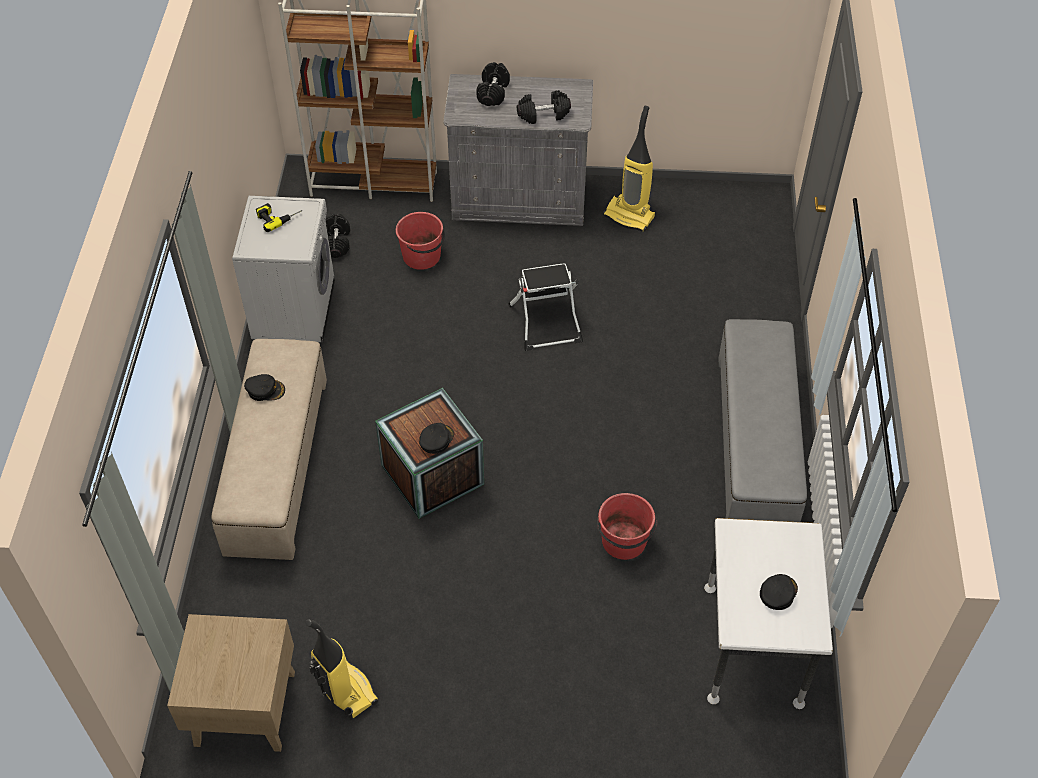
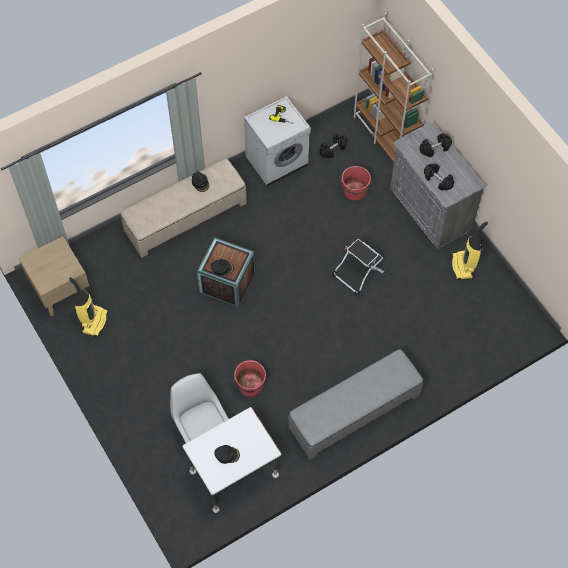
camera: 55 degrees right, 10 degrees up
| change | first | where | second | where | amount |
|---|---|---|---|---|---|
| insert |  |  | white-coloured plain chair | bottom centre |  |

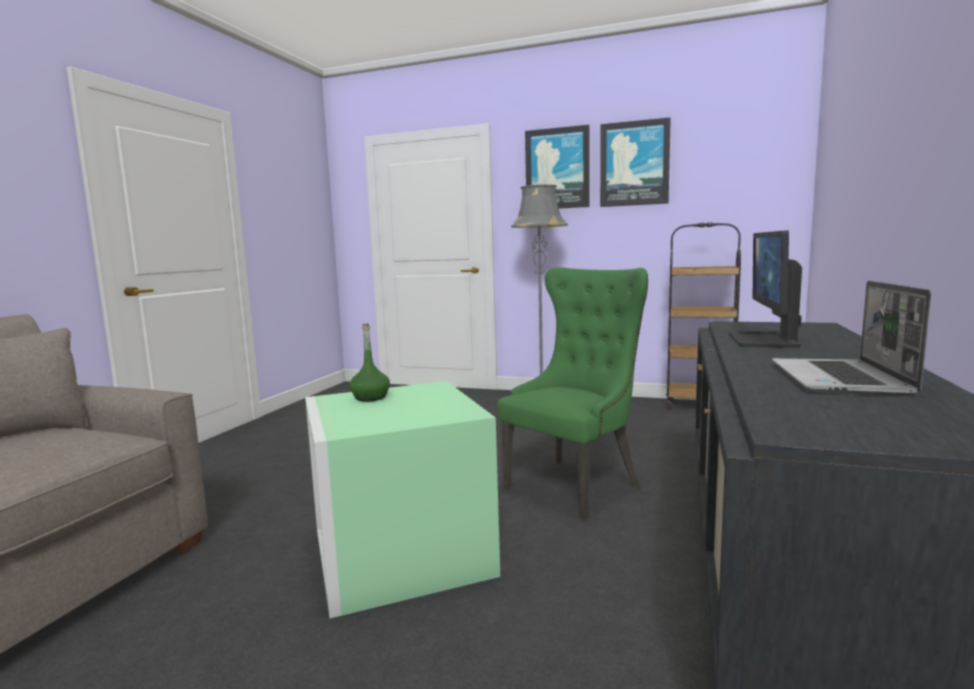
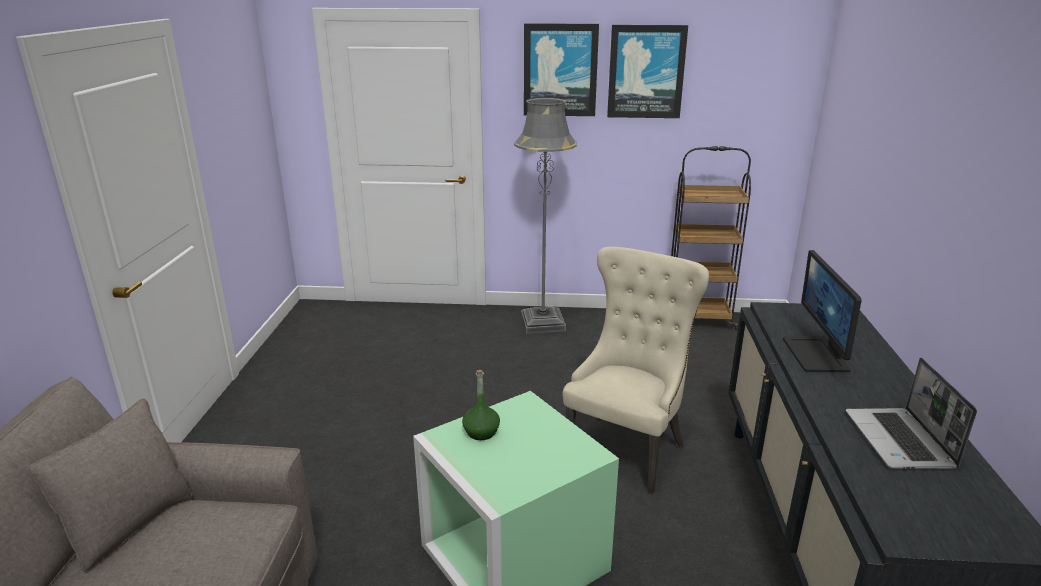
camera: 15 degrees left, 15 degrees up
| change | first | where | second | where | amount |
|---|---|---|---|---|---|
| recolor | green plain chair | centre | beige plain chair | centre |  |

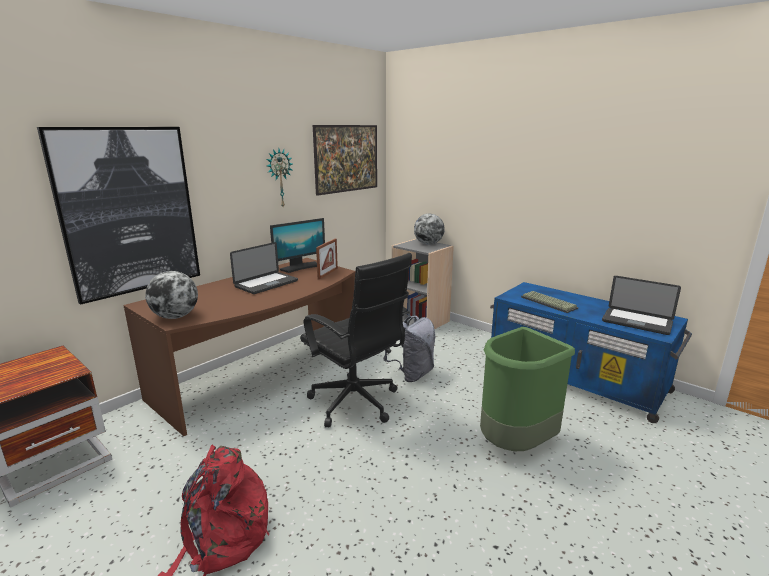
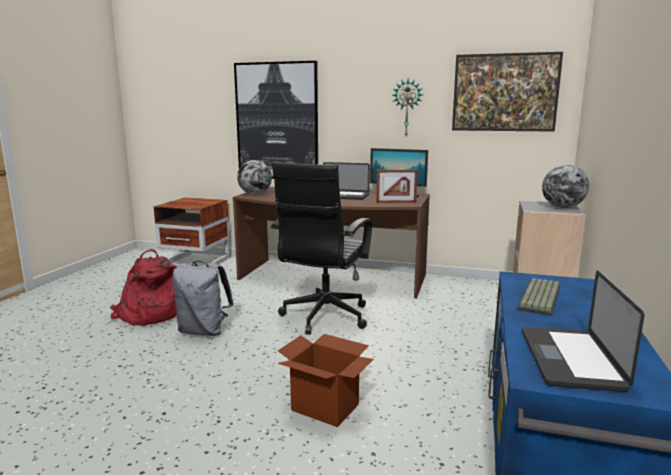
camera: 65 degrees right, 5 degrees down
| change | first | where | second | where | amount |
|---|---|---|---|---|---|
| move | grey rucksack | centre |  | middle left |  |
| replace | green rubbish bin | bottom right | packing box | bottom centre |  |

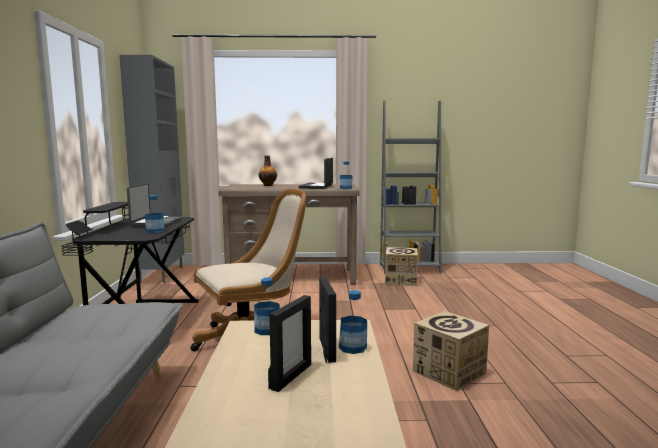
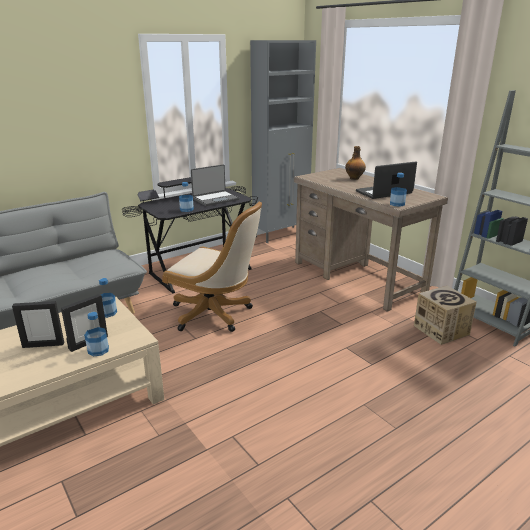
camera: 55 degrees right, 15 degrees up
| change | first | where | second | where | amount |
|---|---|---|---|---|---|
| delete | packing box (2nd from left) | bottom right |  |  |  |

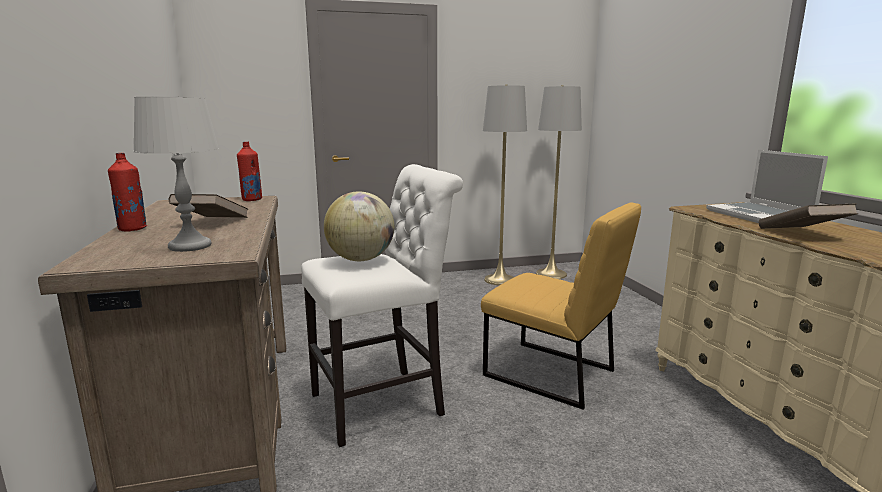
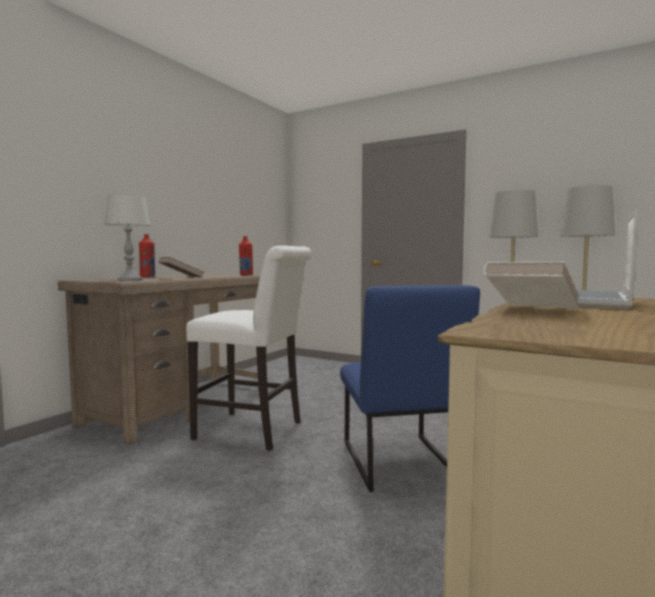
camera: 45 degrees right, 10 degrees down
| change | first | where | second | where | amount |
|---|---|---|---|---|---|
| delete | world globe | centre |  |  |  |
| recolor | yellow-coloured plain chair | centre | blue-coloured plain chair | centre |  |
| recolor | brownish volume (2nd from left) | middle right | white-coloured volume | middle right |  |

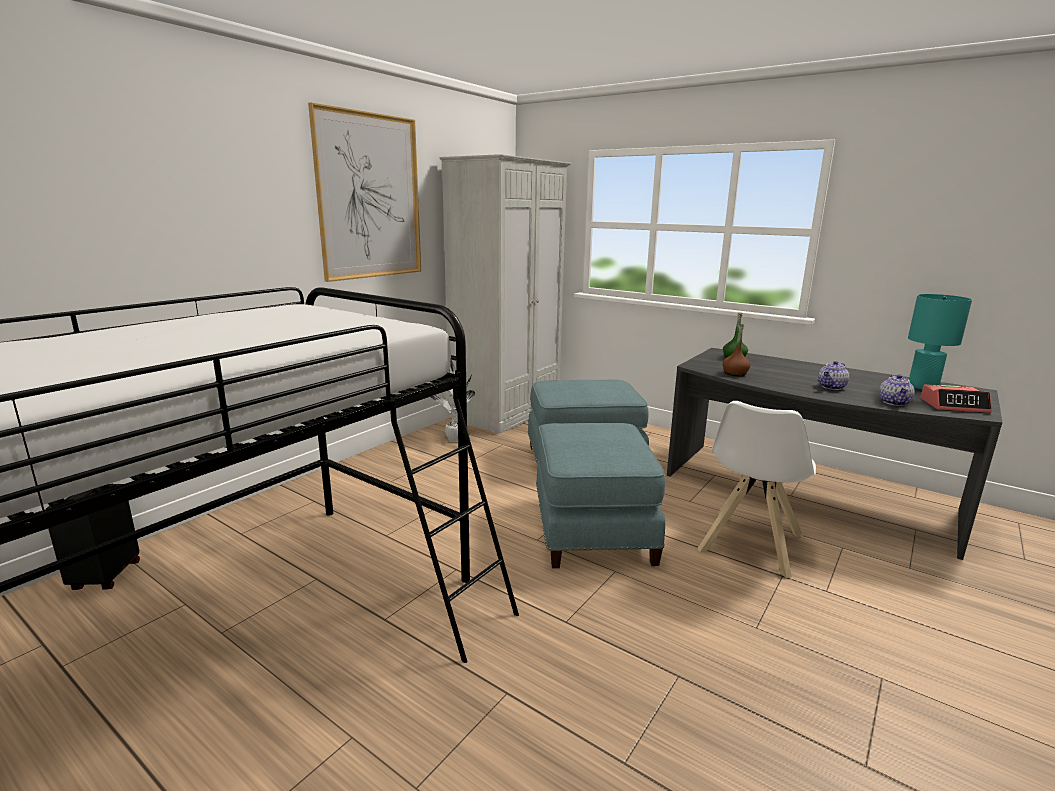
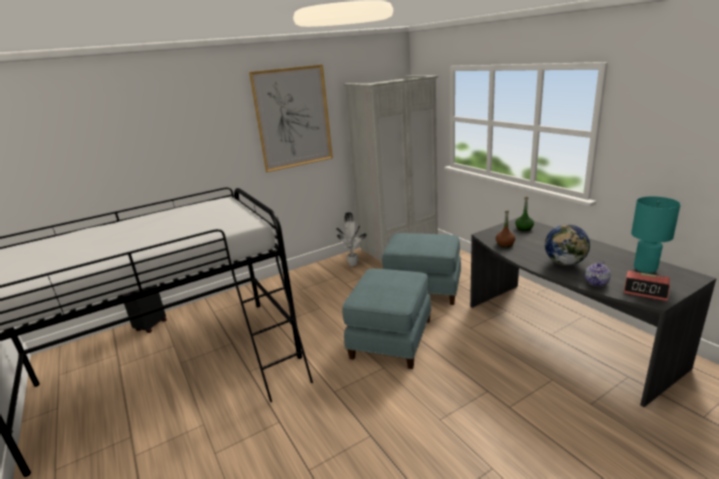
camera: 25 degrees right, 5 degrees up
| change | first | where | second | where | amount |
|---|---|---|---|---|---|
| replace | tea pot (1st from left) | middle right | world globe | middle right |  |
| delete | white-coloured plain chair | middle right |  |  |  |

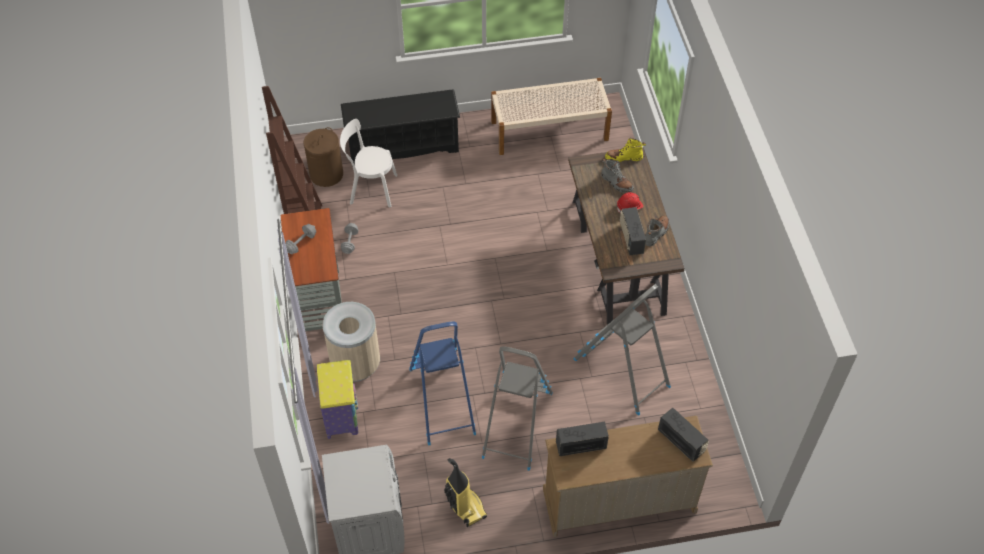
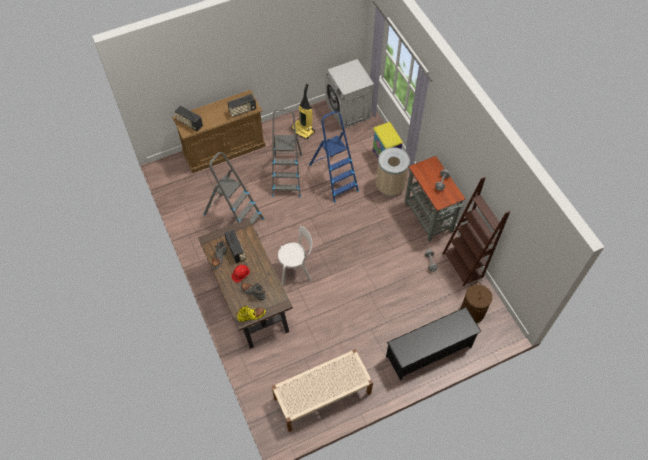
camera: 165 degrees right, 5 degrees up
| change | first | where | second | where | amount |
|---|---|---|---|---|---|
| move | white-coloured plain chair | top centre |  | centre |  |

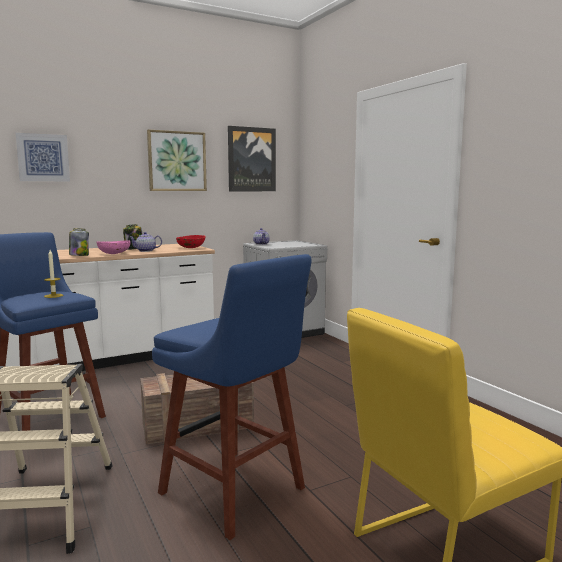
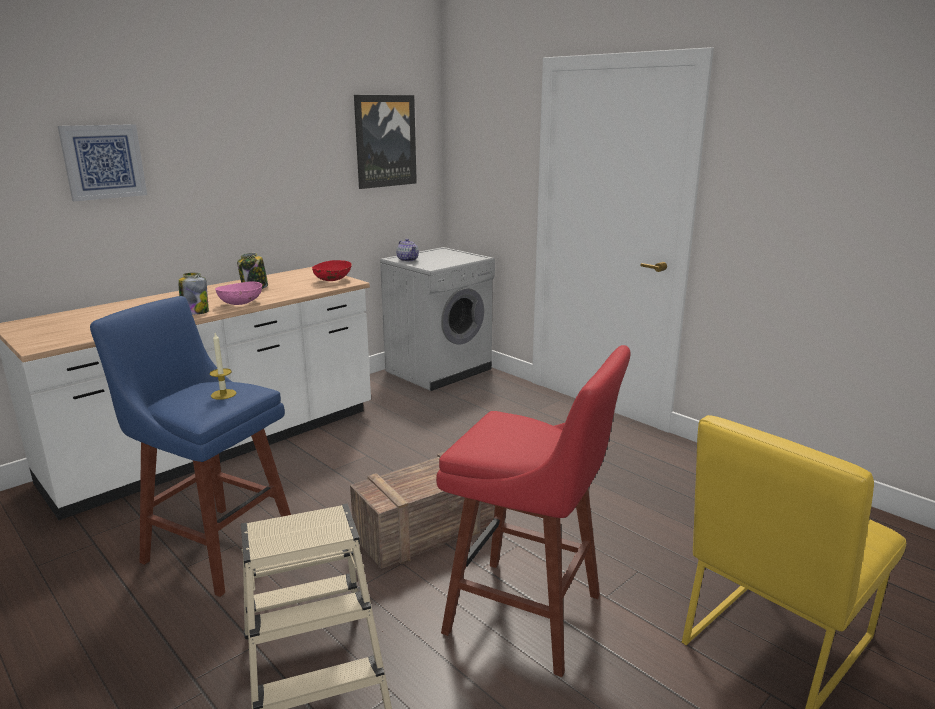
camera: 15 degrees left, 10 degrees up
| change | first | where | second | where | amount |
|---|---|---|---|---|---|
| delete | wall art (2nd from left) | top left |  |  |  |
| delete | tea pot (1st from left) | middle left |  |  |  |
| recolor | blue-coloured sitting stool (2nd from left) | bottom centre | reddish sitting stool | bottom centre |  |

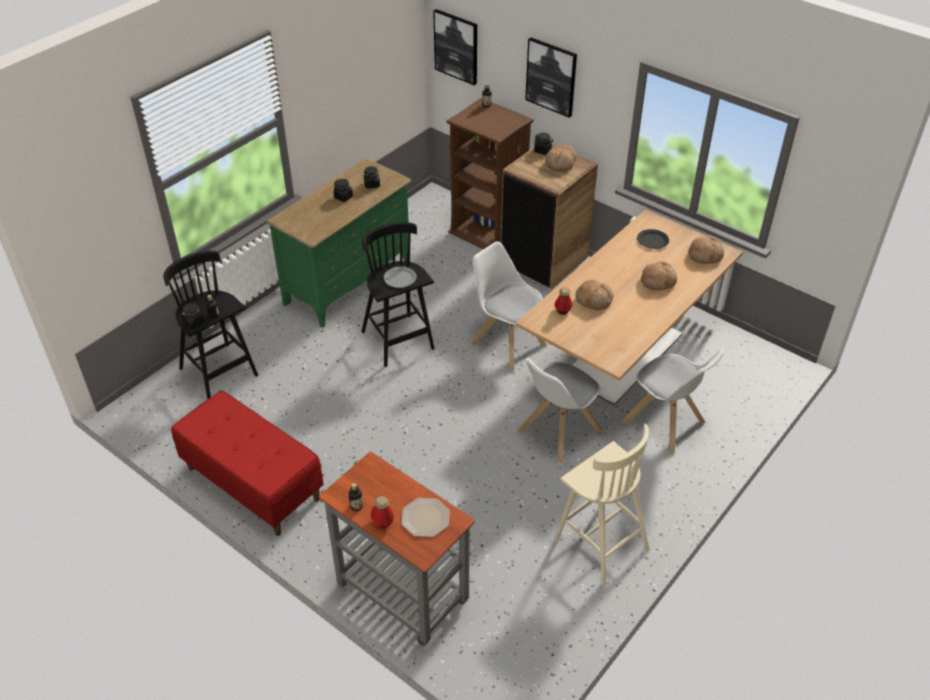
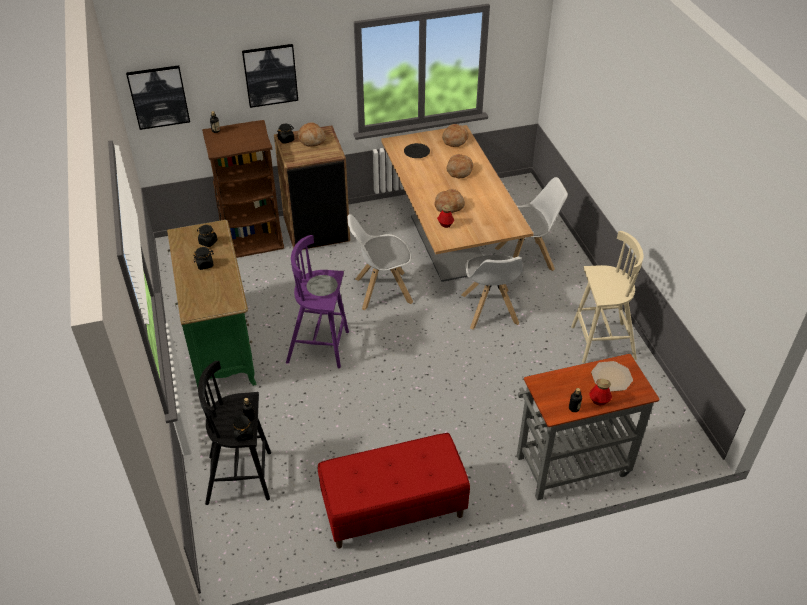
camera: 55 degrees left, 0 degrees up
| change | first | where | second | where | amount |
|---|---|---|---|---|---|
| recolor | blackish sitting stool (2nd from left) | centre | purple sitting stool | centre |  |

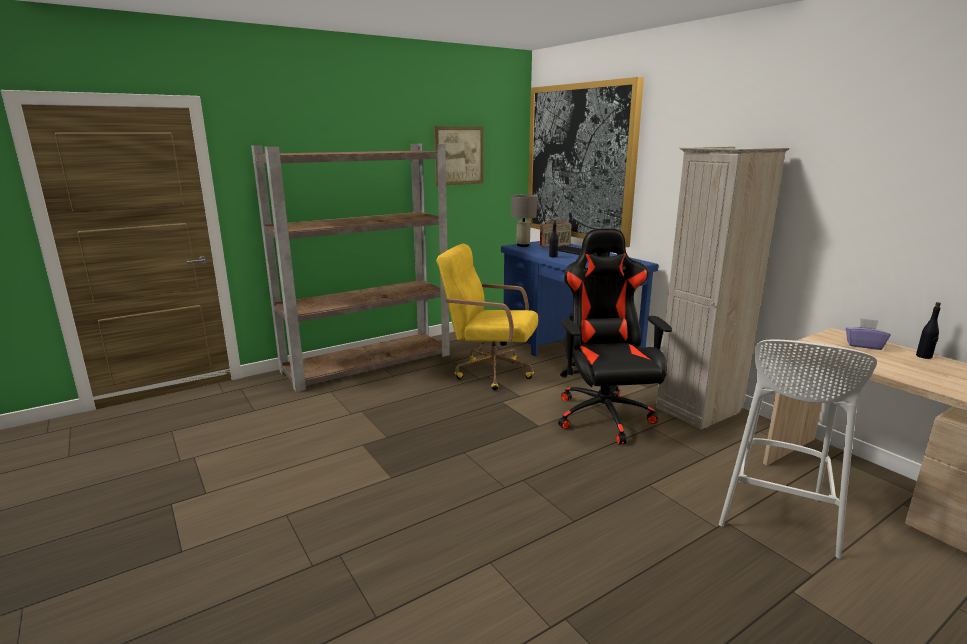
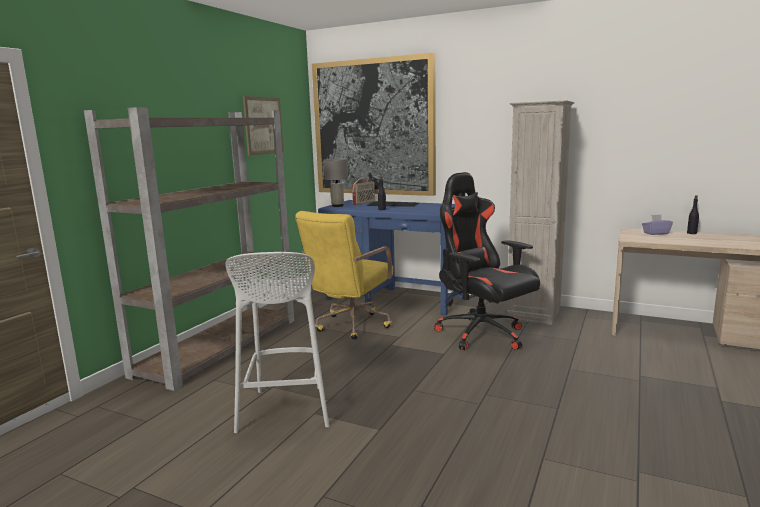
camera: 30 degrees left, 5 degrees down
| change | first | where | second | where | amount |
|---|---|---|---|---|---|
| rotate | yellow-coloured computer chair | centre |  | centre | 45 degrees counterclockwise |
| move | white-coloured sitting stool | bottom right |  | bottom centre |  |

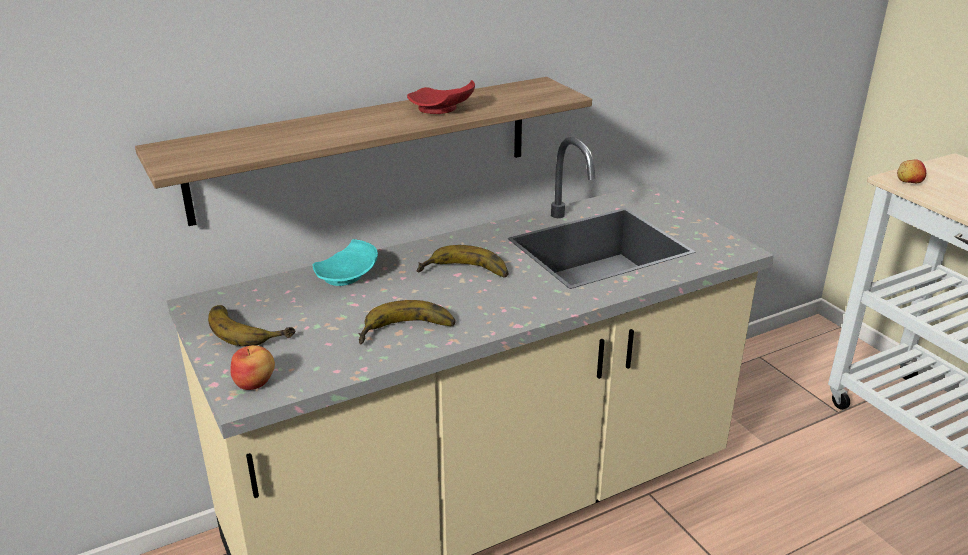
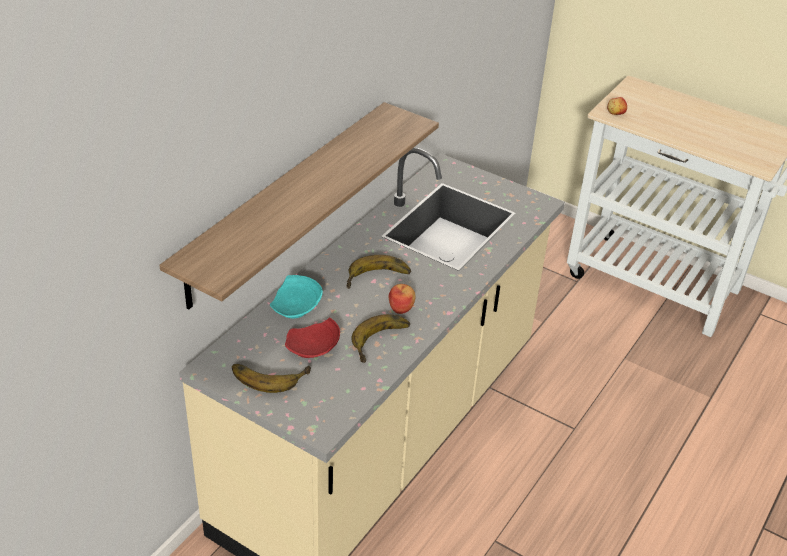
camera: 30 degrees left, 10 degrees up
| change | first | where | second | where | amount |
|---|---|---|---|---|---|
| move | reddish flat dish | top centre |  | centre |  |
| move | apple fruit (1st from left) | middle left |  | centre |  |

